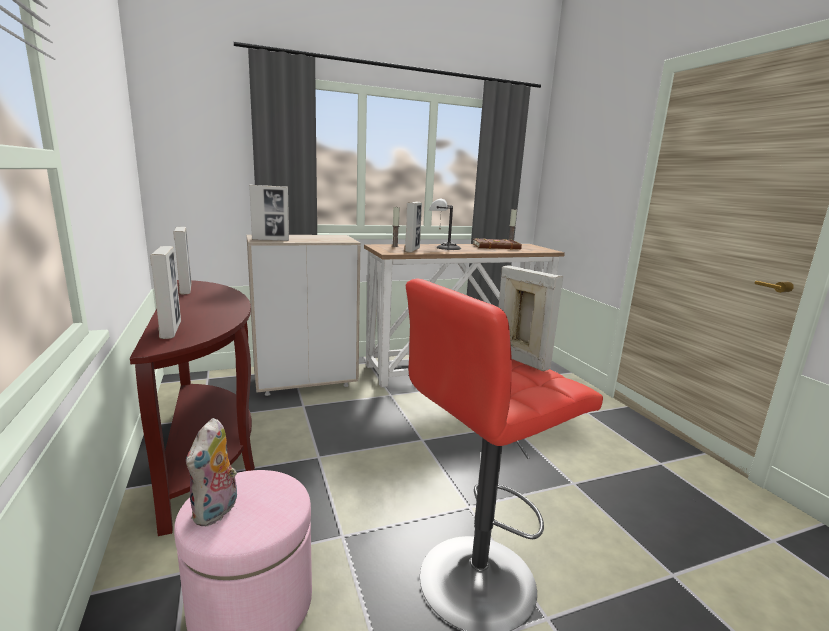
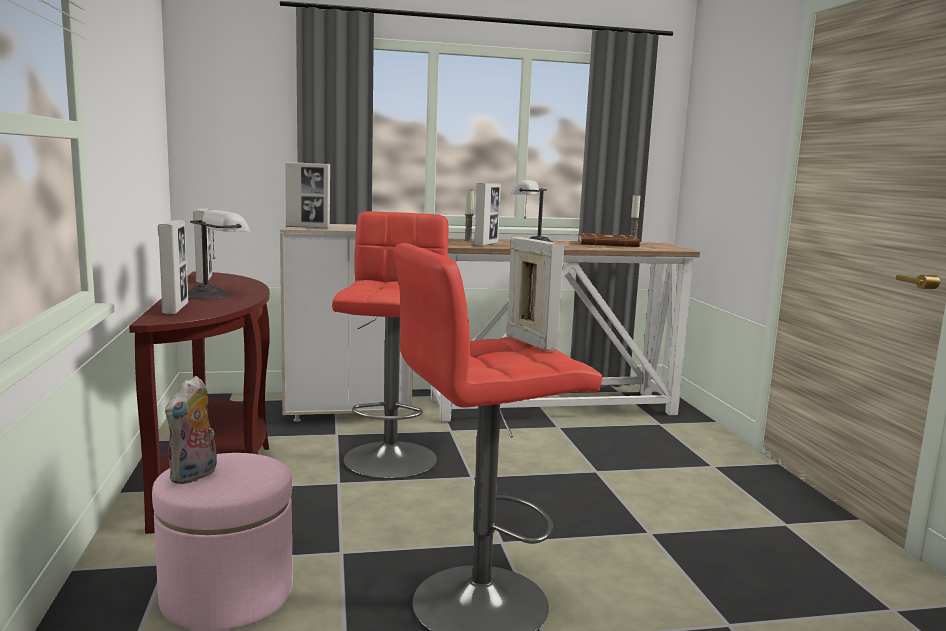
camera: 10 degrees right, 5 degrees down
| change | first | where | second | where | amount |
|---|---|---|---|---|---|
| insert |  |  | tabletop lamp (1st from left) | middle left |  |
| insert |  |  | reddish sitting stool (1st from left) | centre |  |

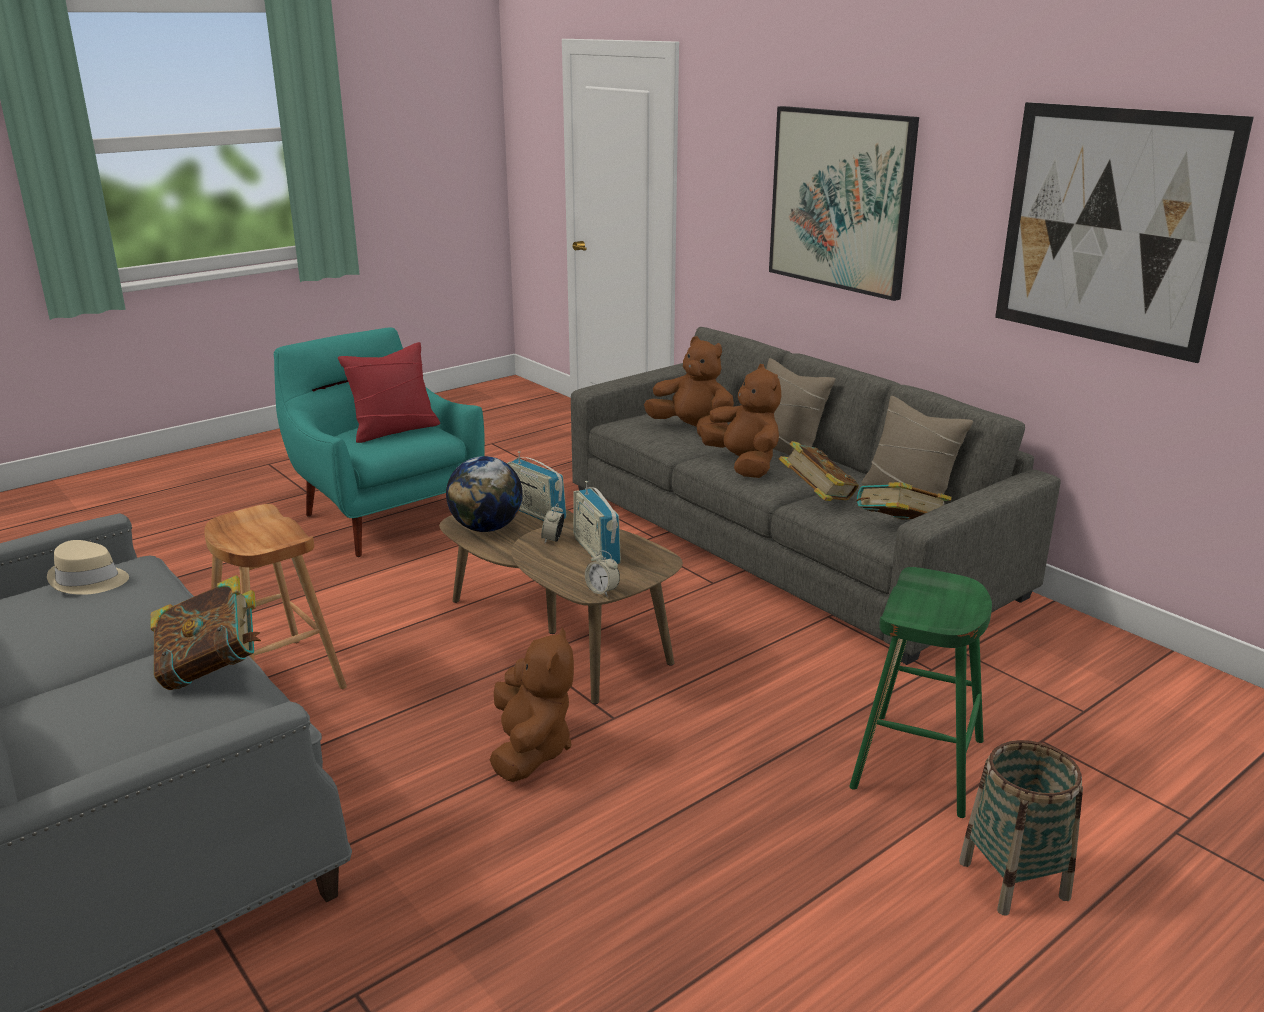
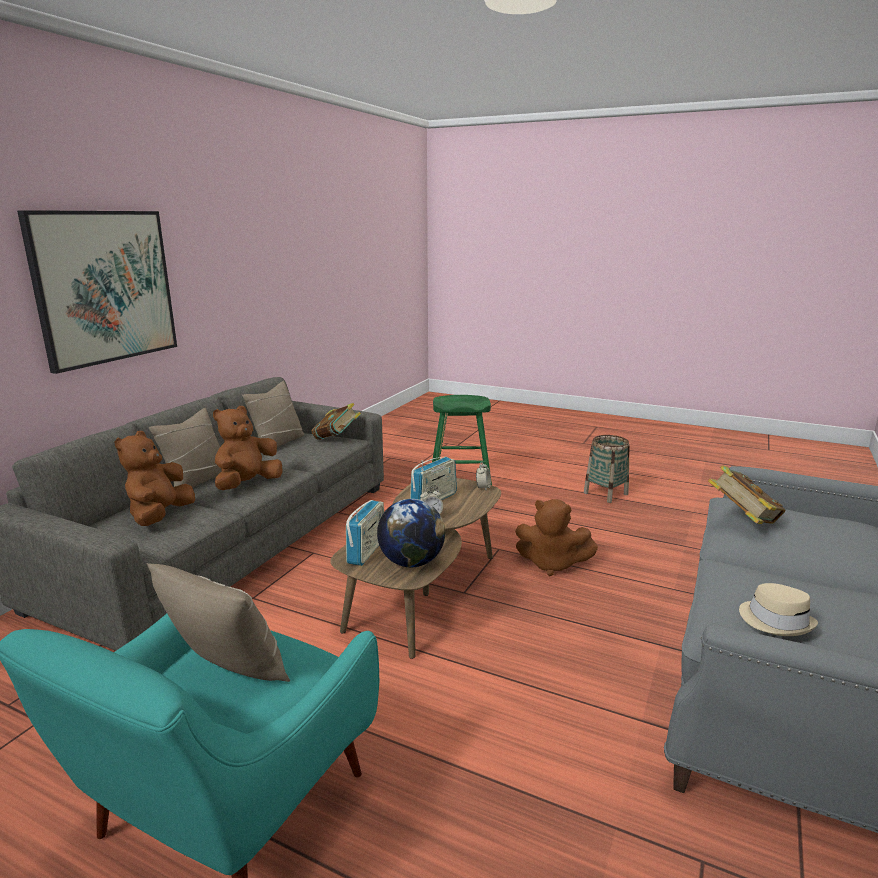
camera: 115 degrees left, 5 degrees down
| change | first | where | second | where | amount |
|---|---|---|---|---|---|
| delete | wall art (2nd from left) | top right |  |  |  |
| recolor | reddish pillow | middle left | beige pillow (2nd from left) | bottom left |  |
| delete | volume (2nd from left) | centre |  |  |  |
| delete | brownish sitting stool | middle left |  |  |  |
| rotate | brownish cuddly toy (1st from left in the first image) | bottom centre | brownish cuddly toy (3rd from left) | centre | 135 degrees counterclockwise |
| move | storage basket | bottom right |  | middle right |  |

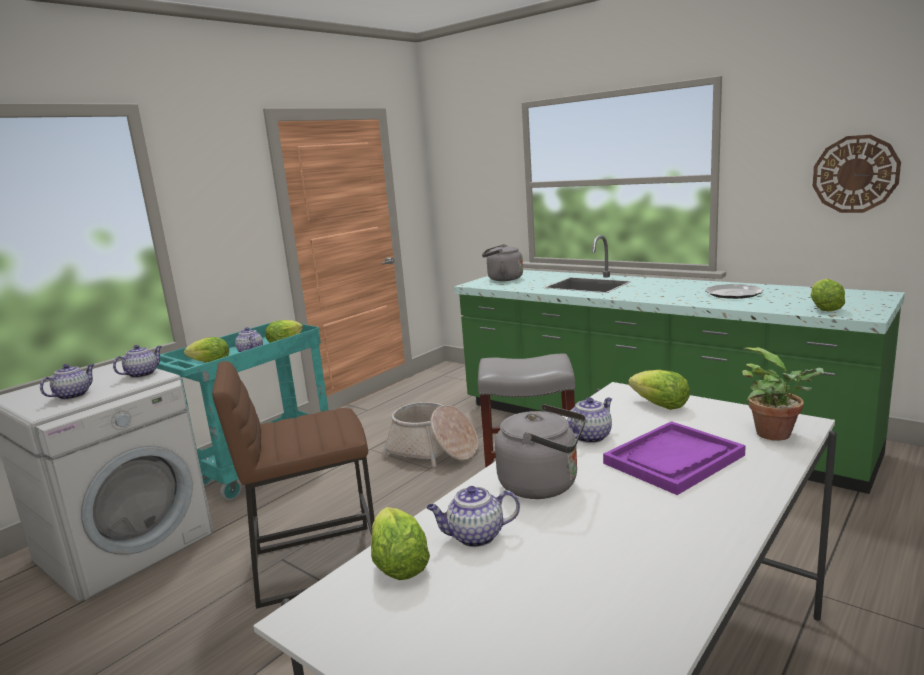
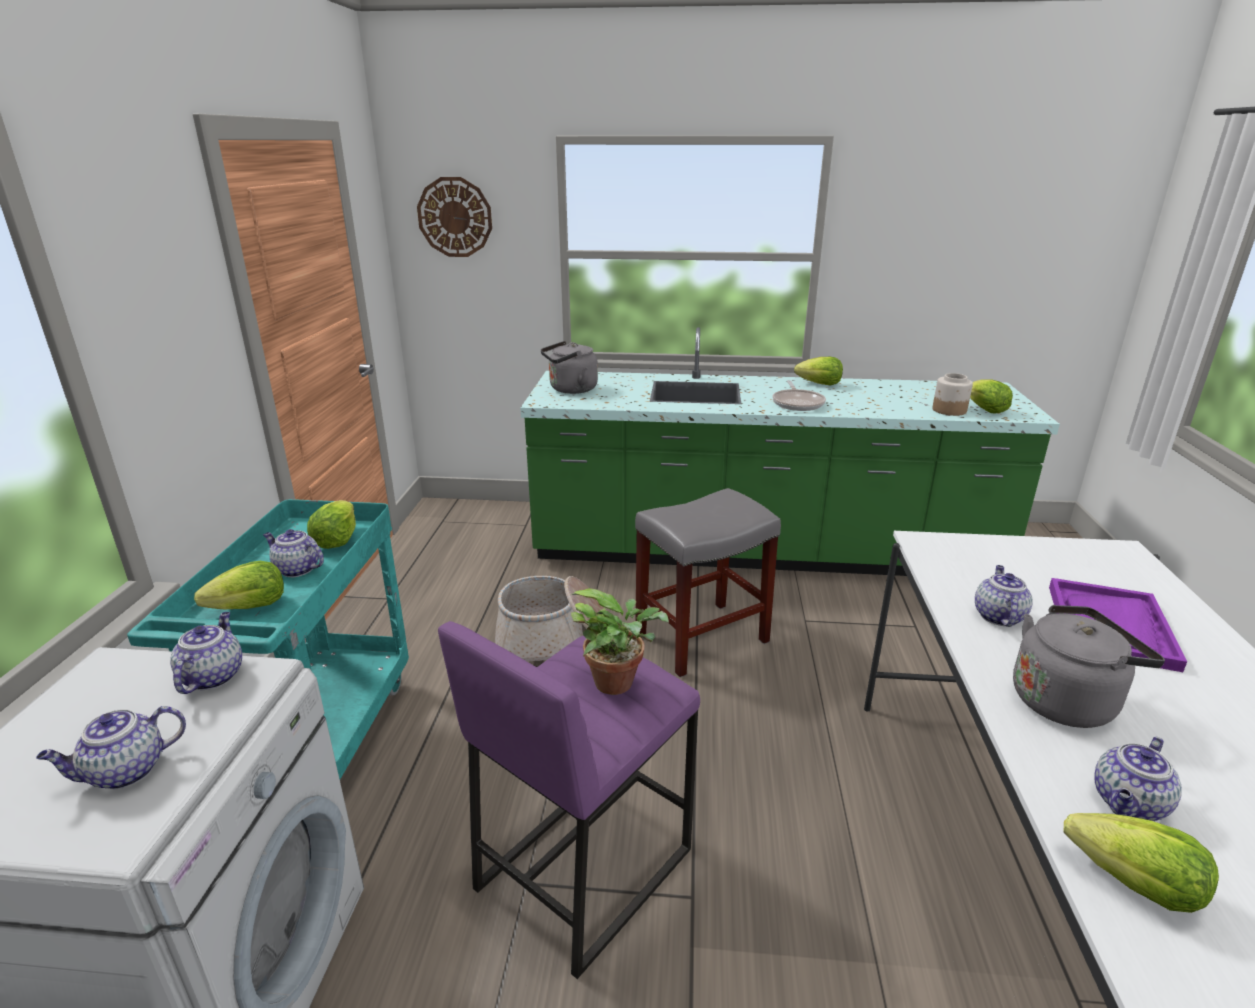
camera: 35 degrees left, 10 degrees up
| change | first | where | second | where | amount |
|---|---|---|---|---|---|
| move | hanging clock | top right |  | top centre |  |
| delete | flat dish | middle right |  |  |  |
| move | houseplant | middle right |  | centre |  |
| recolor | brownish sitting stool | bottom left | purple sitting stool | bottom centre |  |
| rotate | tea pot (1st from left) | middle left |  | bottom left | 120 degrees counterclockwise |
| move | head of lettuce (4th from left in the first image) | middle right | head of lettuce (3rd from left) | centre |  |
| insert |  |  | storage jar | middle right |  |
| insert |  |  | pan | centre |  |

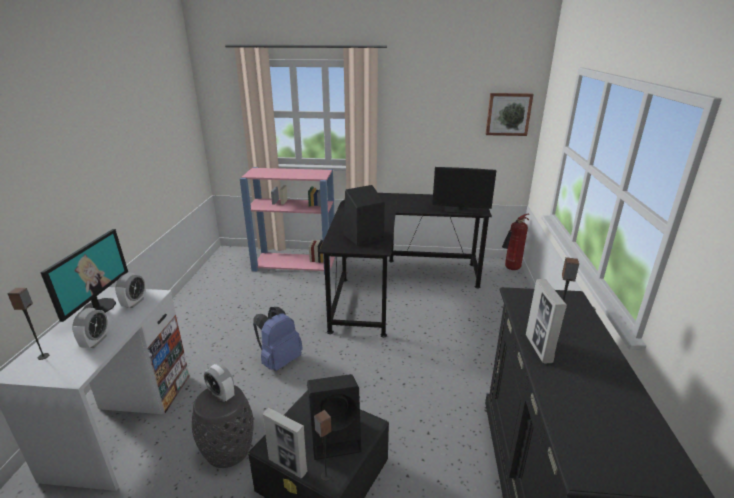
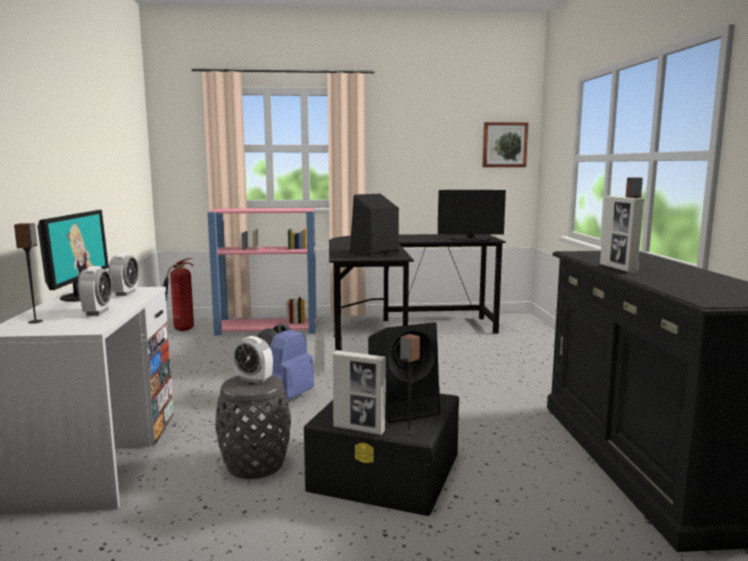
camera: 10 degrees left, 15 degrees down
| change | first | where | second | where | amount |
|---|---|---|---|---|---|
| move | extinguisher | middle right |  | middle left |  |

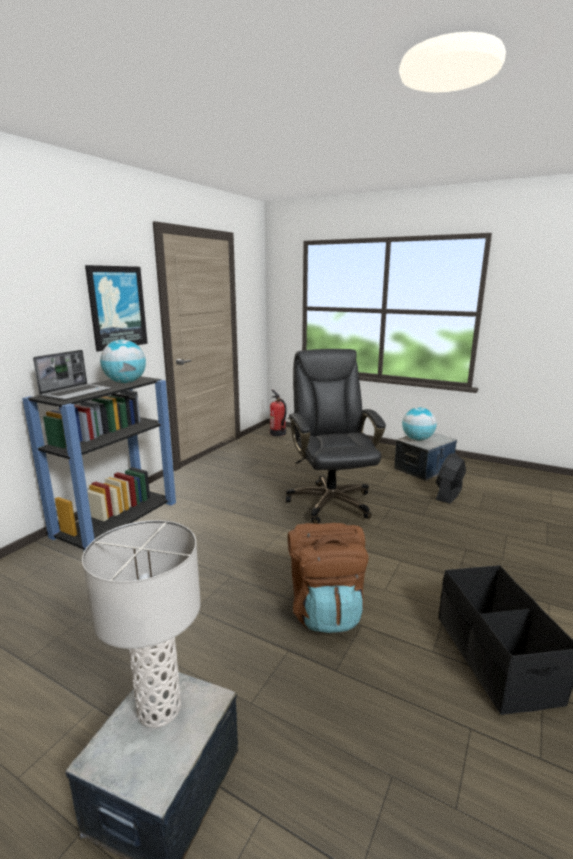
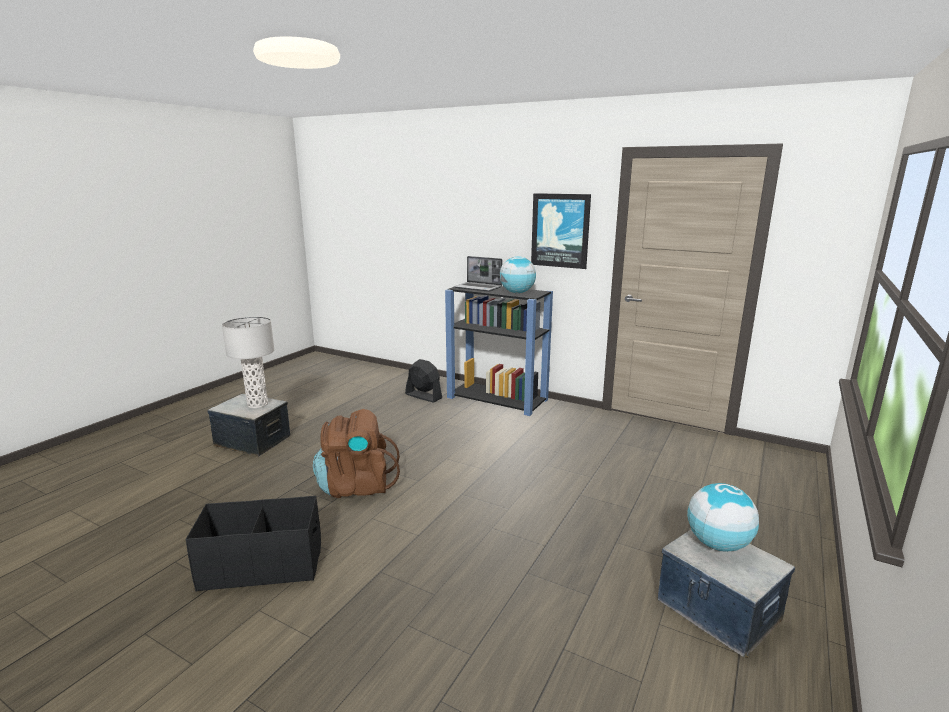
camera: 90 degrees right, 0 degrees up
| change | first | where | second | where | amount |
|---|---|---|---|---|---|
| delete | blackish computer chair | centre |  |  |  |
| delete | extinguisher | centre |  |  |  |
| move | blackish cooling fan | middle right |  | centre |  |

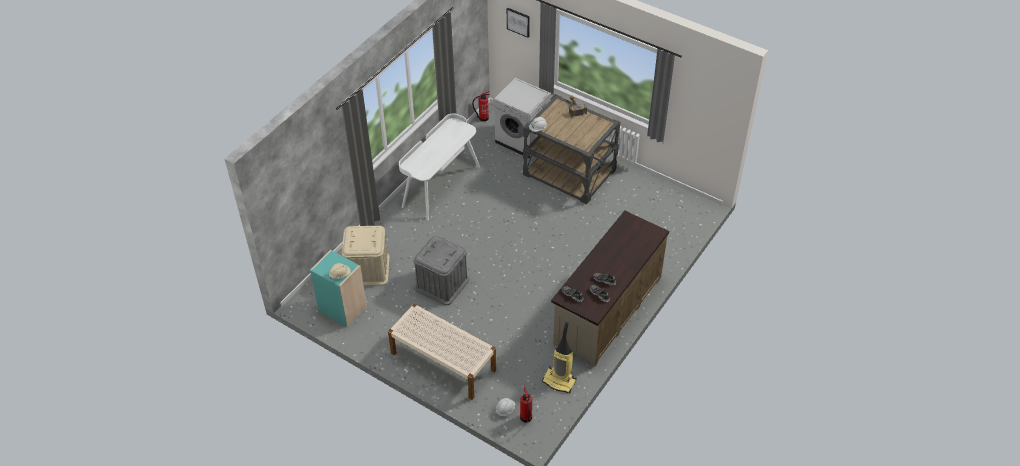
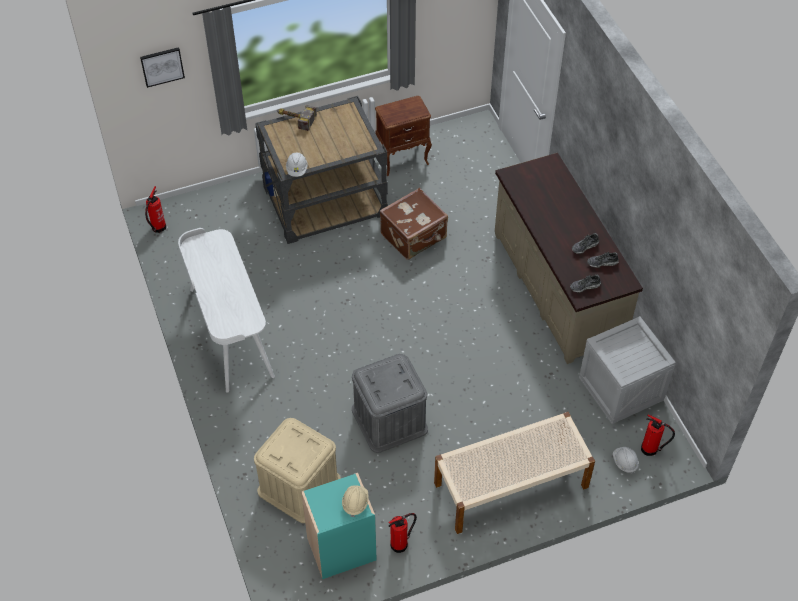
camera: 55 degrees left, 5 degrees up
| change | first | where | second | where | amount |
|---|---|---|---|---|---|
| delete | white-coloured laundry machine | top centre |  |  |  |
| replace | vacuum cleaner | bottom centre | crate | middle right |  |
| insert |  |  | brownish night table | top centre |  |
| insert |  |  | brownish suitcase | centre |  |
| insert |  |  | extinguisher (2nd from left) | bottom centre |  |

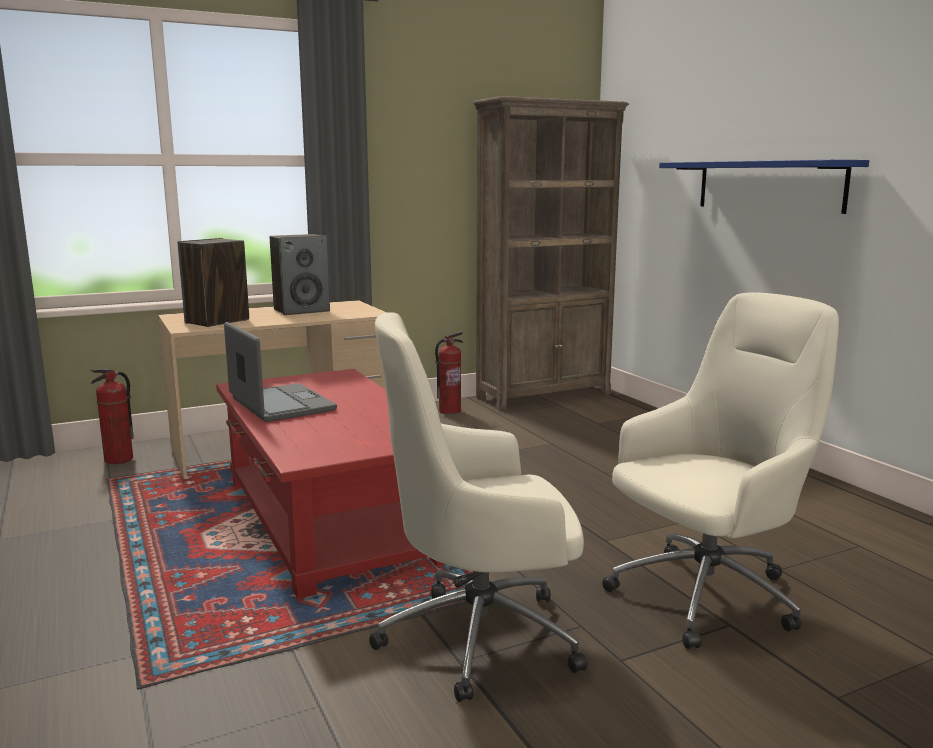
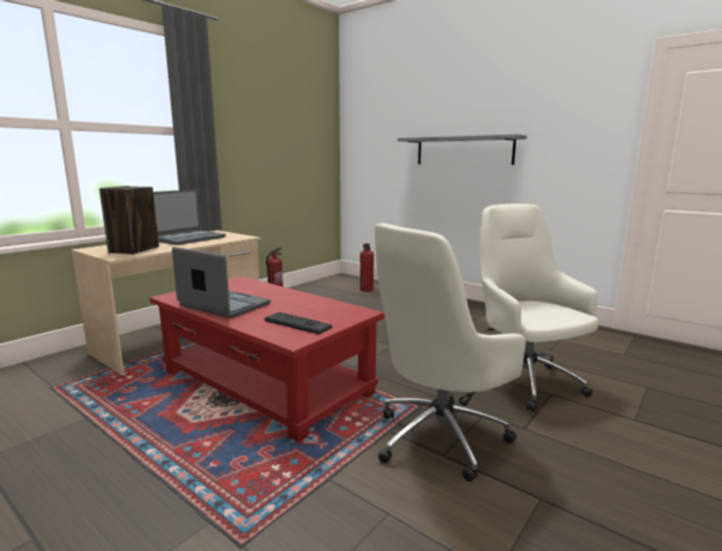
camera: 25 degrees left, 0 degrees up
| change | first | where | second | where | amount |
|---|---|---|---|---|---|
| delete | brownish bookshelf | centre |  |  |  |
| recolor | blue-coloured bracket shelf | top right | grey bracket shelf | top centre |  |
| replace | speaker (2nd from left) | middle left | portable computer (1st from left) | middle left |  |
| rotate | beige computer chair (2nd from left) | middle right |  | middle right | 60 degrees counterclockwise |
| move | extinguisher (1st from left in the first image) | middle left | extinguisher (2nd from left) | centre |  |
| insert |  |  | PC keyboard | centre |  |

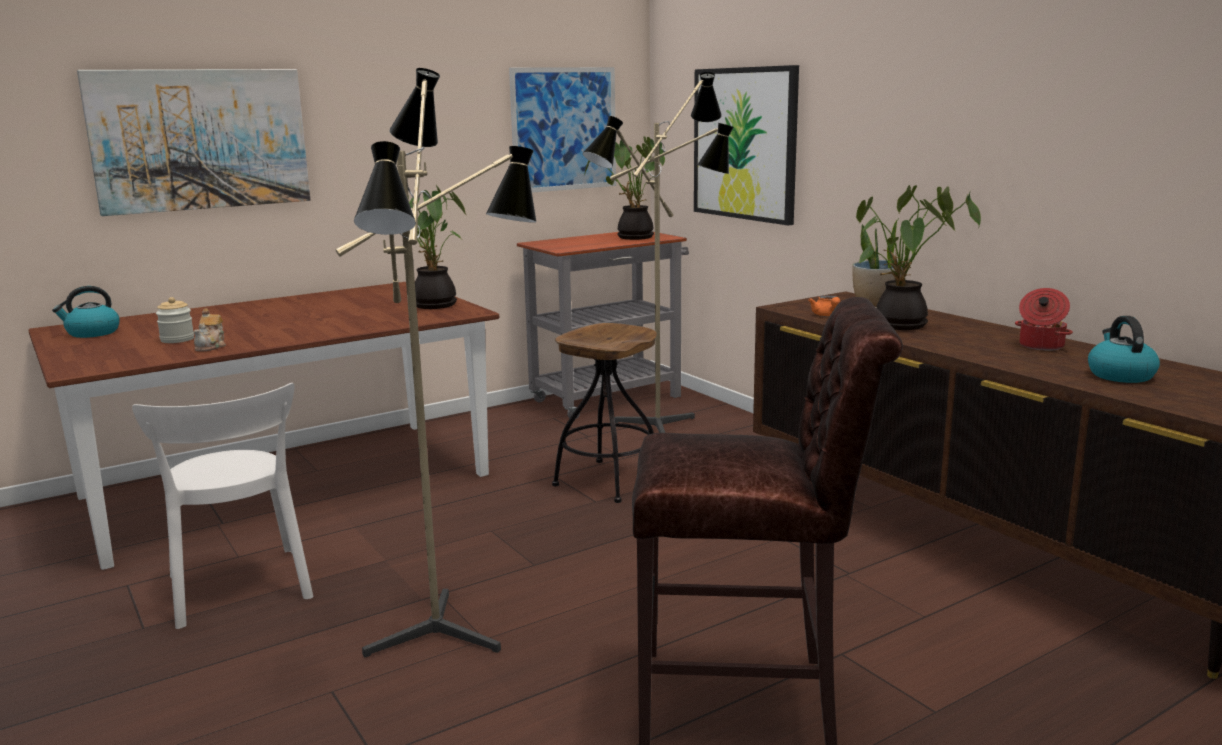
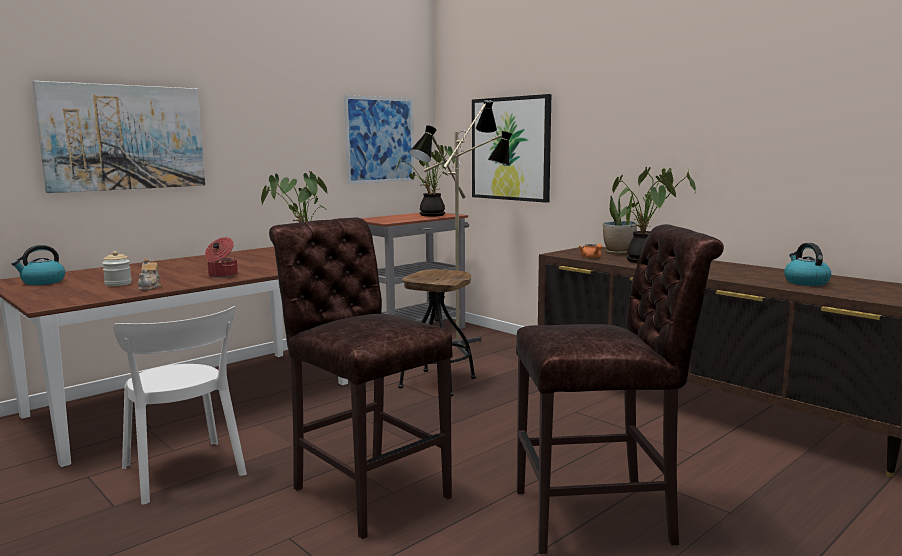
camera: 10 degrees left, 5 degrees down
| change | first | where | second | where | amount |
|---|---|---|---|---|---|
| replace | standard lamp (1st from left) | centre | brownish sitting stool (1st from left) | bottom centre |  |
| move | cooking pot | middle right |  | middle left |  |

